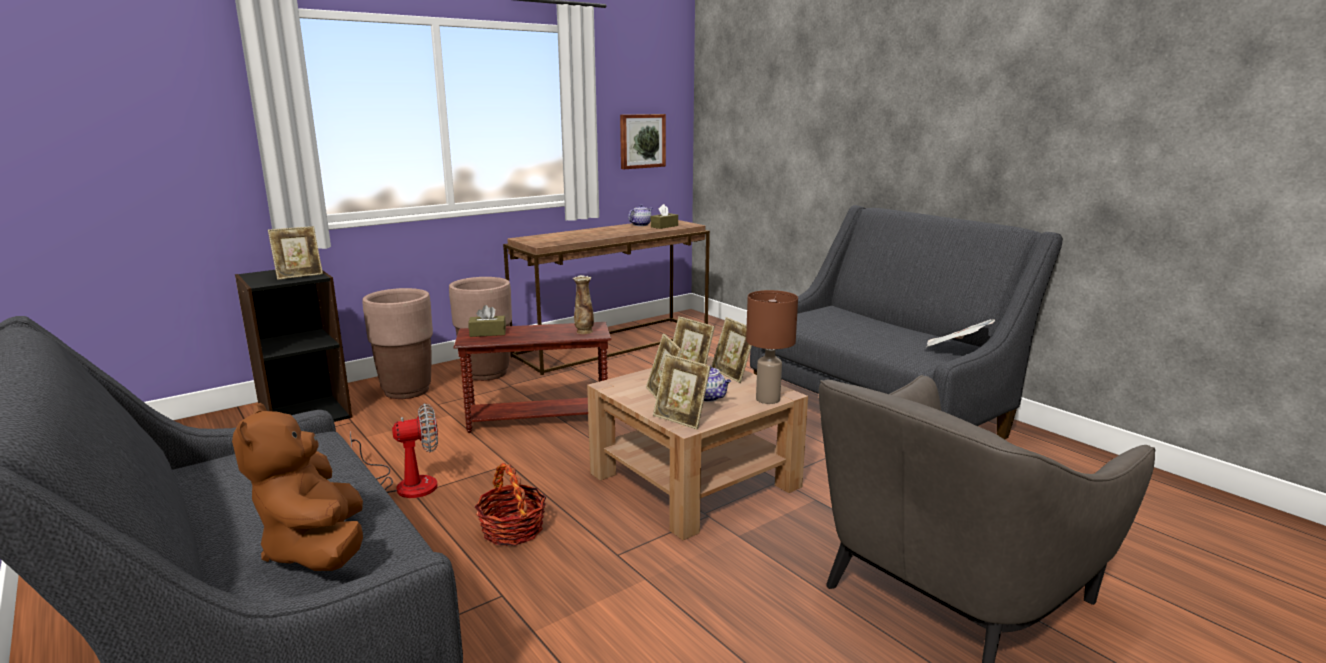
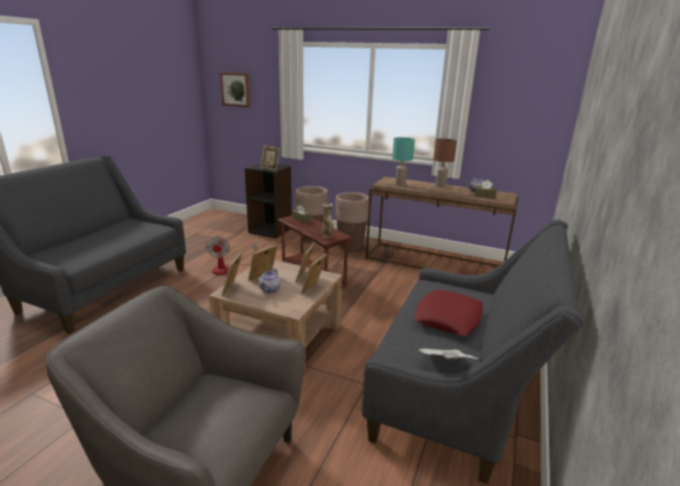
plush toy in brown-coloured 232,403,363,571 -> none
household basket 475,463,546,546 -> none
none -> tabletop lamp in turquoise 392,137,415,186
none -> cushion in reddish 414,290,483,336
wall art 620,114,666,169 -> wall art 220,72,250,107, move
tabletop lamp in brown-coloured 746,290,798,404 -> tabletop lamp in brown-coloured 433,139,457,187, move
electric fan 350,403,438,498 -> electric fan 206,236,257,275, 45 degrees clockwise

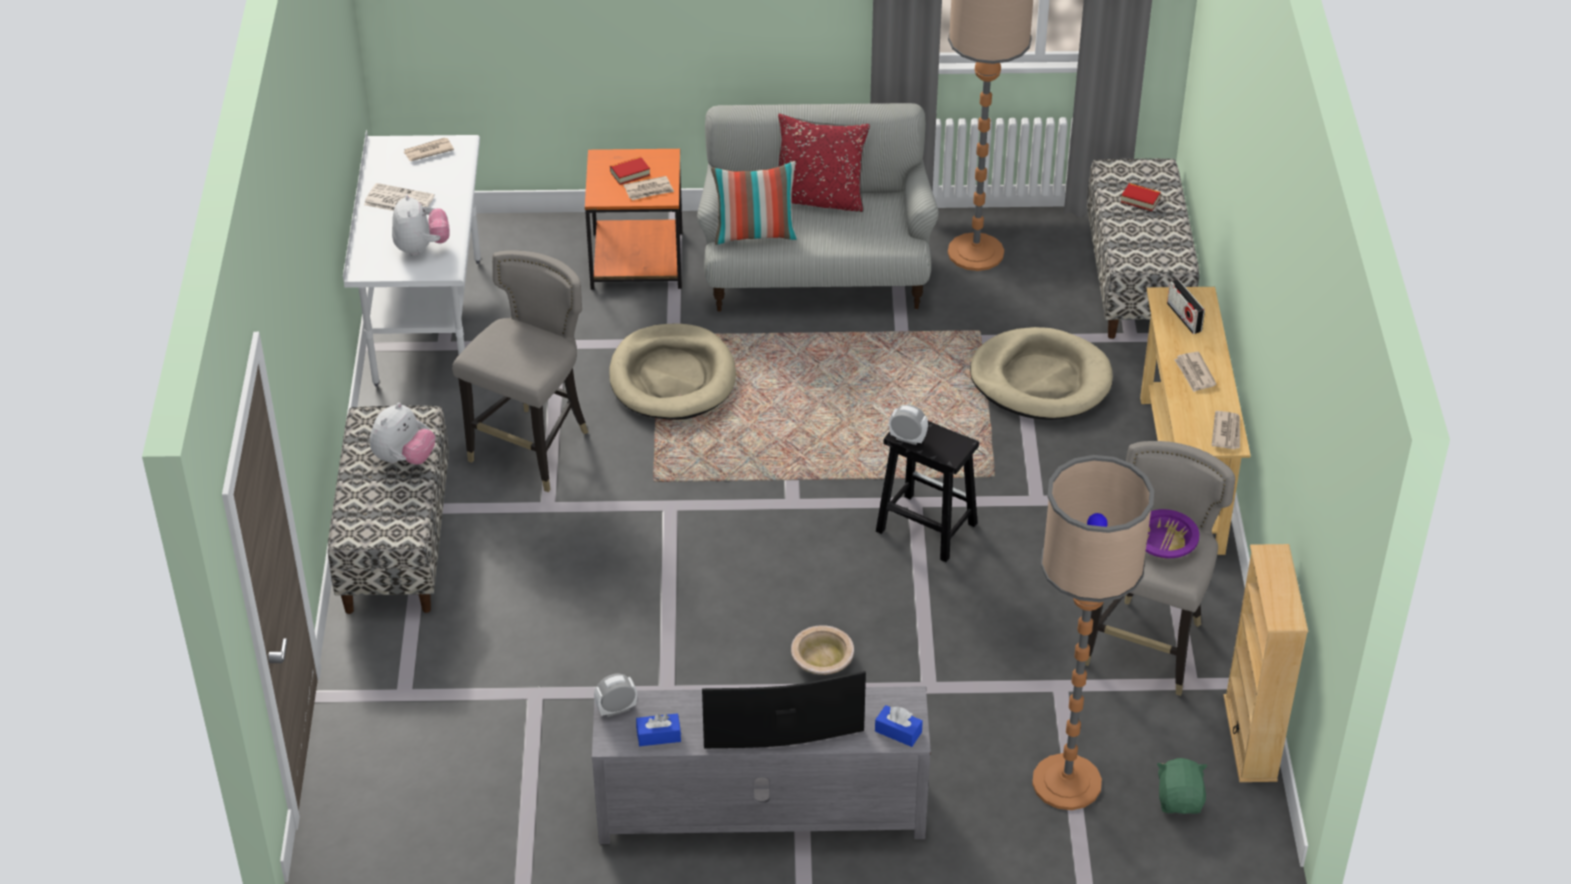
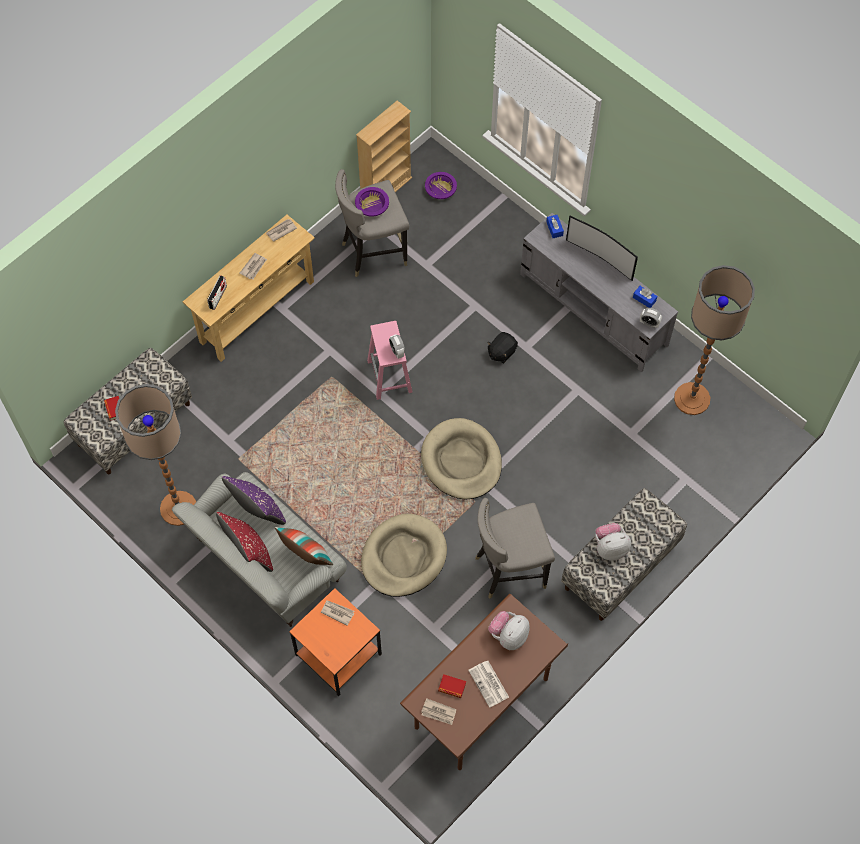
none -> cushion in purplish 222,476,286,525
book 610,157,650,185 -> book 438,674,466,698, move
dog cushion in sand-coloured 970,327,1113,420 -> dog cushion in sand-coloured 421,418,502,499, move
floor lamp 1032,455,1154,810 -> floor lamp 674,265,755,415, move
serving bowl in sand-coloured 791,625,854,675 -> plush toy in blackish 488,332,518,363
plush toy in green-coloured 1157,758,1208,814 -> serving bowl in purplish 425,172,457,199
desk unit in whitish 343,130,481,387 -> desk unit in brown-coloured 400,594,568,770
stool in blackish 876,421,979,562 -> stool in pink-coloured 367,321,413,400

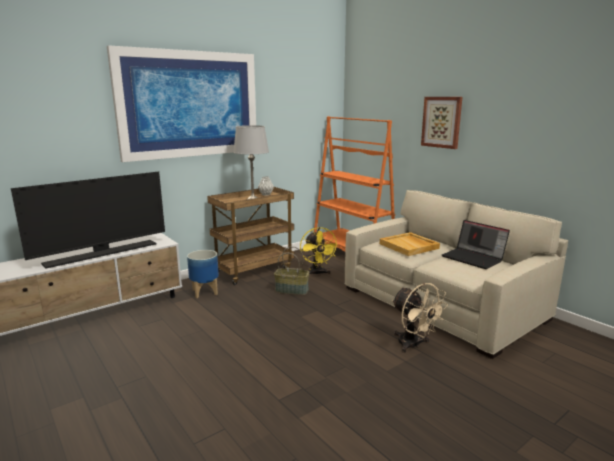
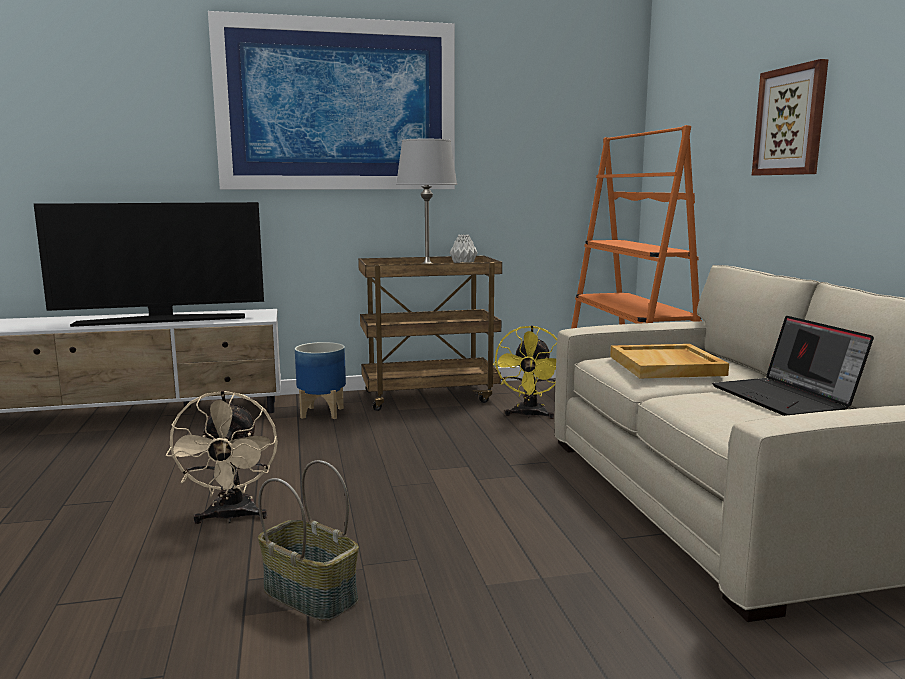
household basket 274,246,309,295 -> household basket 258,460,359,621, move
electric fan in sand-coloured 392,283,448,353 -> electric fan in sand-coloured 166,390,278,524, move

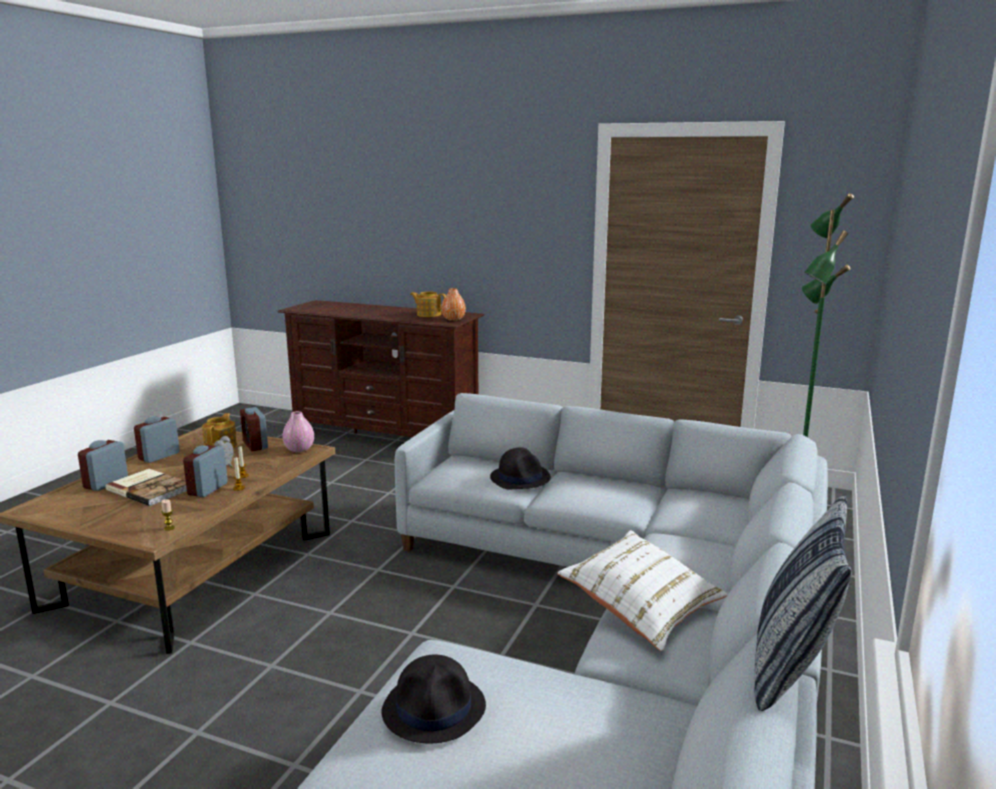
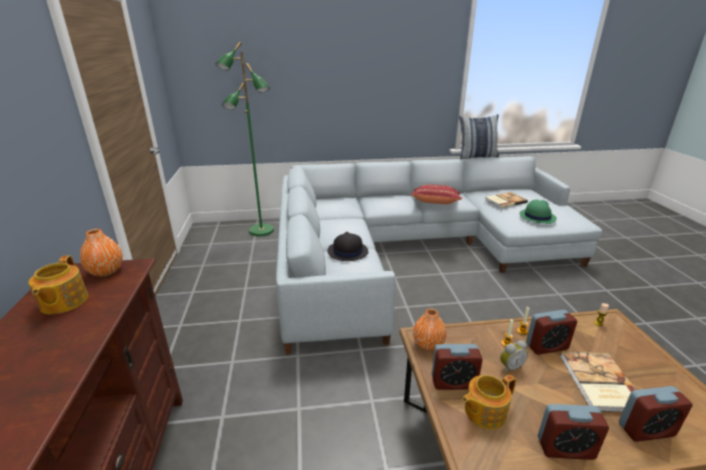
none -> book 485,192,528,208
vase in pink-coloured 282,411,314,452 -> vase in orange-coloured 413,309,447,351
clothing hat in blackish 381,654,486,743 -> clothing hat in green-coloured 519,200,557,224
cushion in whitish 557,530,728,651 -> cushion in reddish 411,184,462,204
alarm clock 240,407,268,451 -> alarm clock 432,344,483,390, 60 degrees clockwise

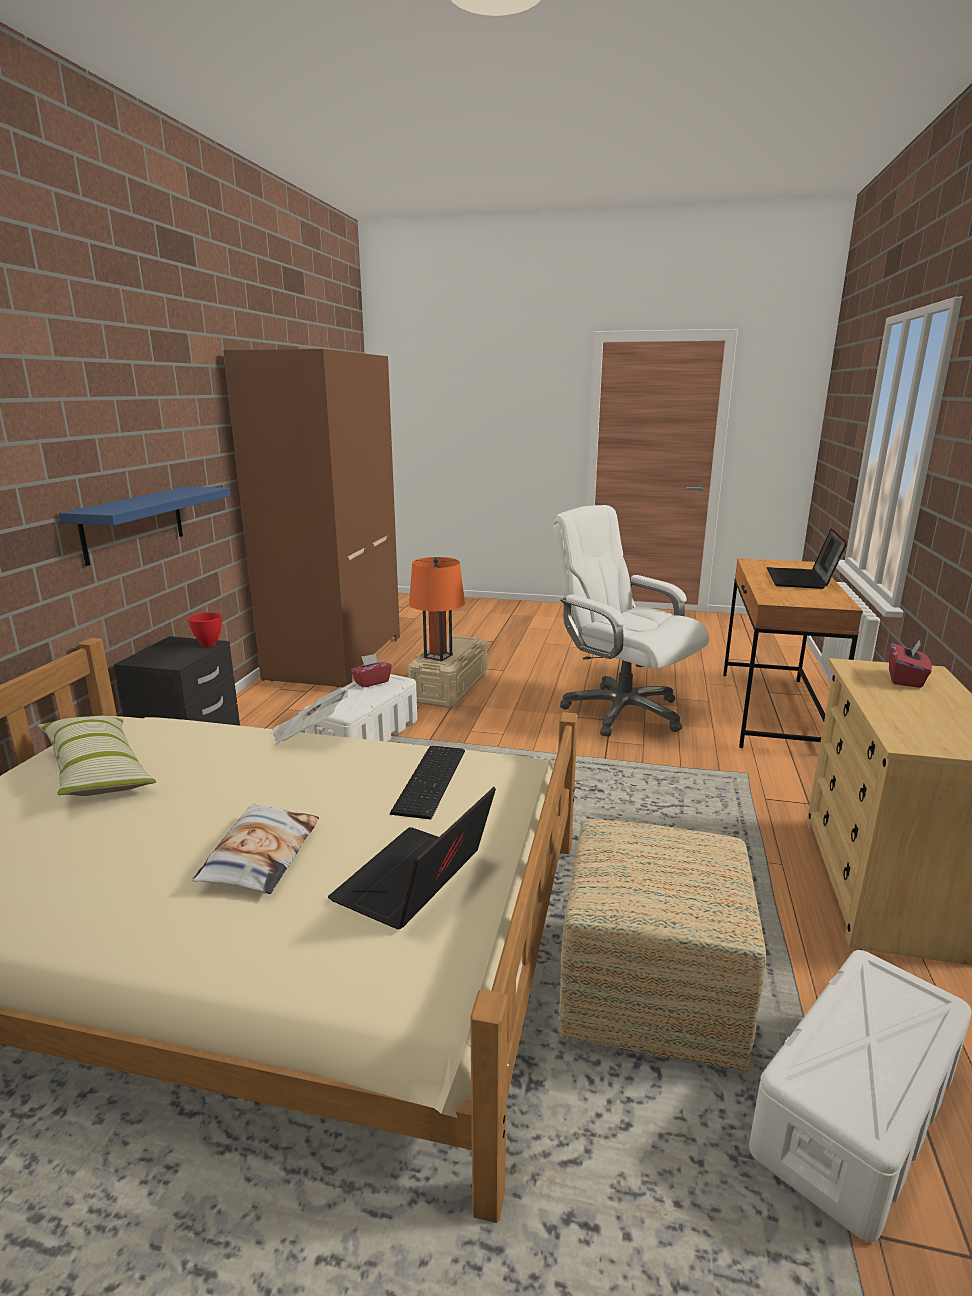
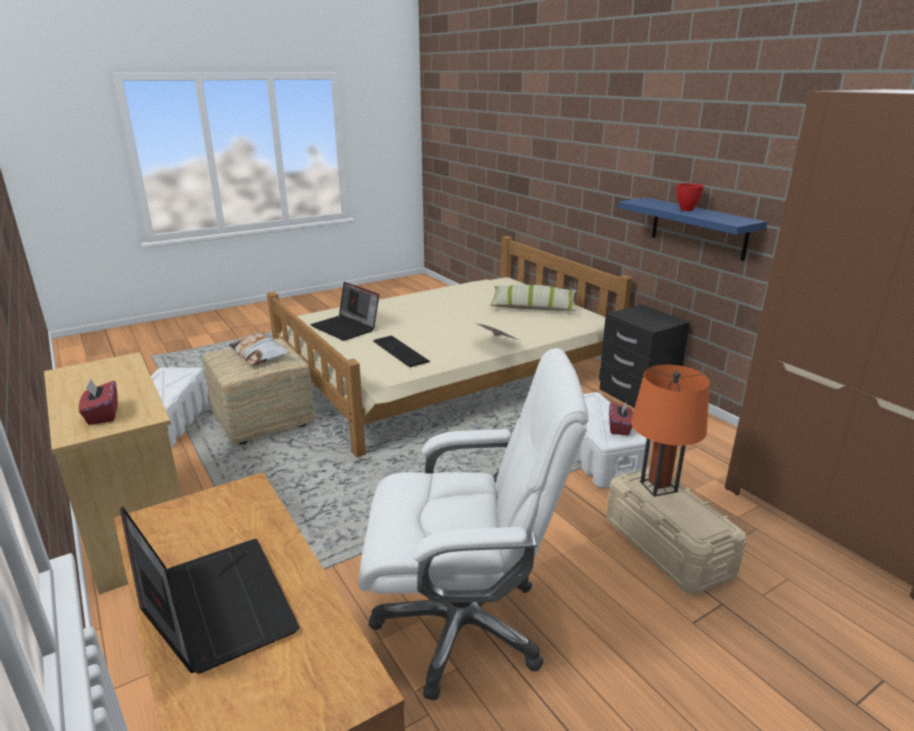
serving bowl in reddish 188,612,222,647 -> serving bowl in reddish 677,183,704,211, move
cushion 192,804,319,894 -> cushion 229,332,289,366, move
portable computer 328,787,496,929 -> portable computer 310,282,379,341, 150 degrees clockwise

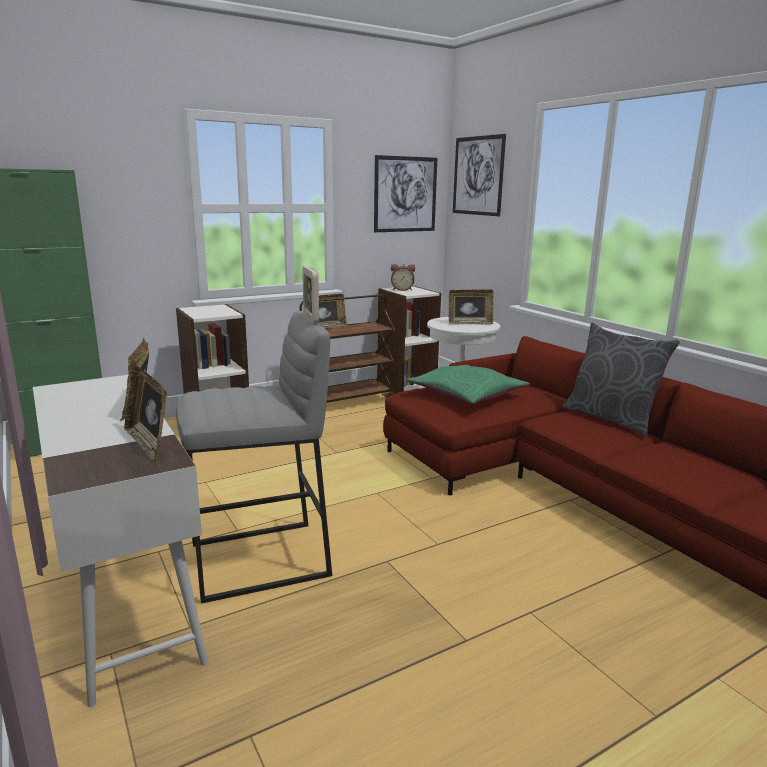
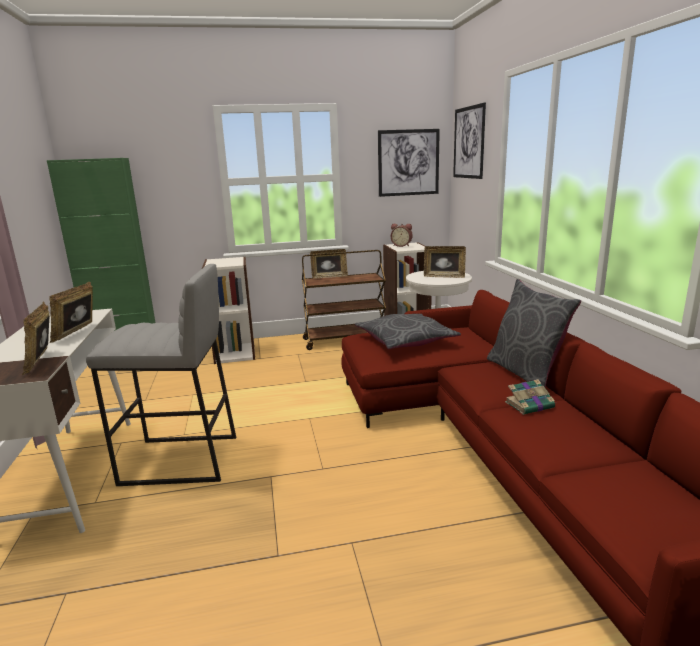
photo frame 302,266,319,324 -> none
none -> book 505,379,557,415
cushion in green-coloured 407,365,530,404 -> cushion in gray 355,314,461,349

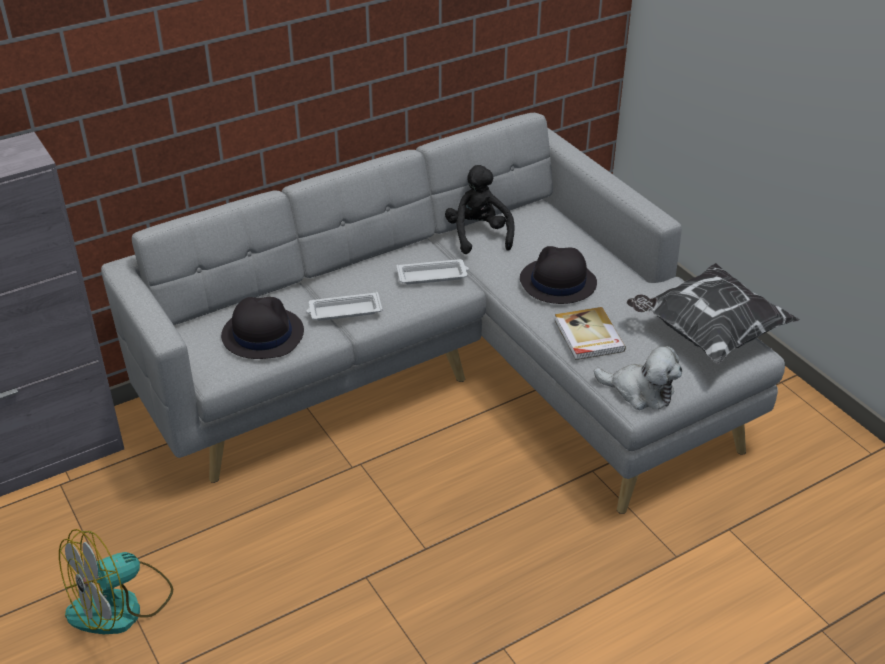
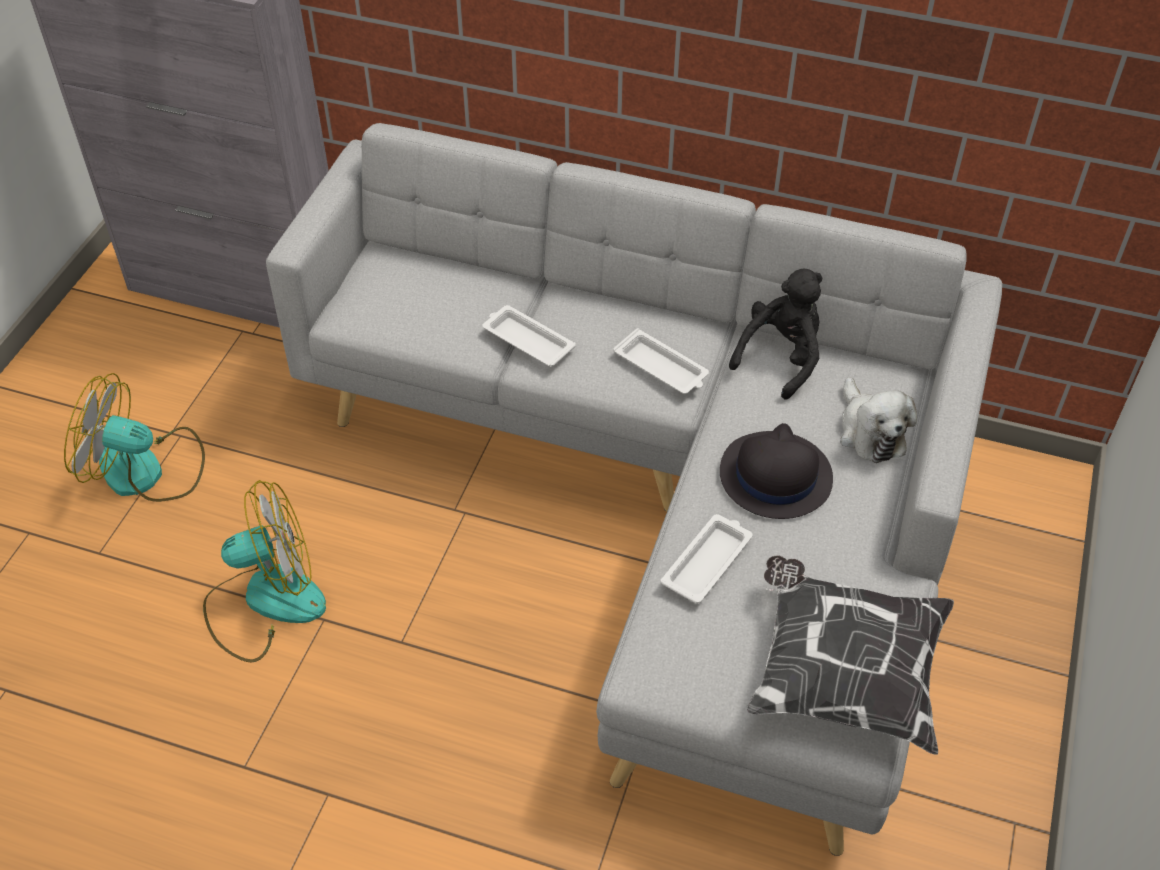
clothing hat in blackish 221,297,304,359 -> none
none -> electric fan 203,480,326,663
plush toy 594,346,682,410 -> plush toy 840,377,917,463, move
book 554,307,626,360 -> serving tray in whitish 661,514,753,604

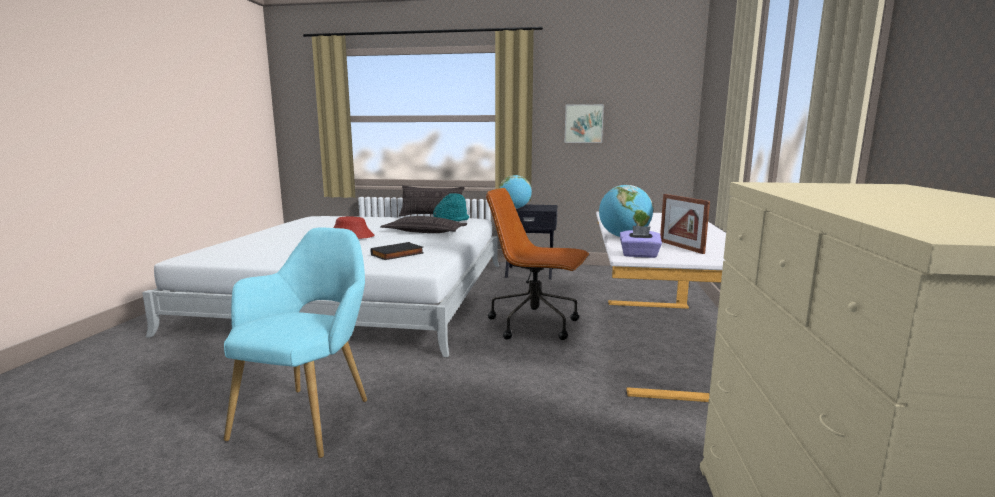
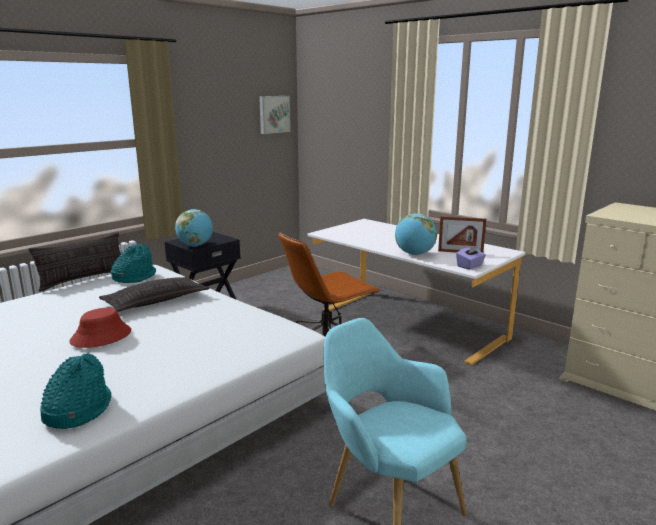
book in blackish 371,242,424,260 -> none
none -> clothing hat in turquoise 40,353,111,429
wall art 564,104,604,143 -> wall art 259,96,290,134, move

